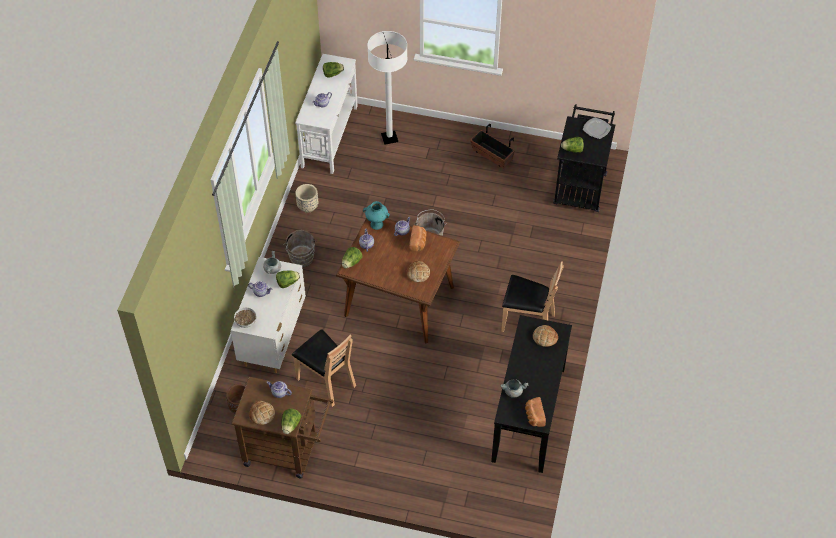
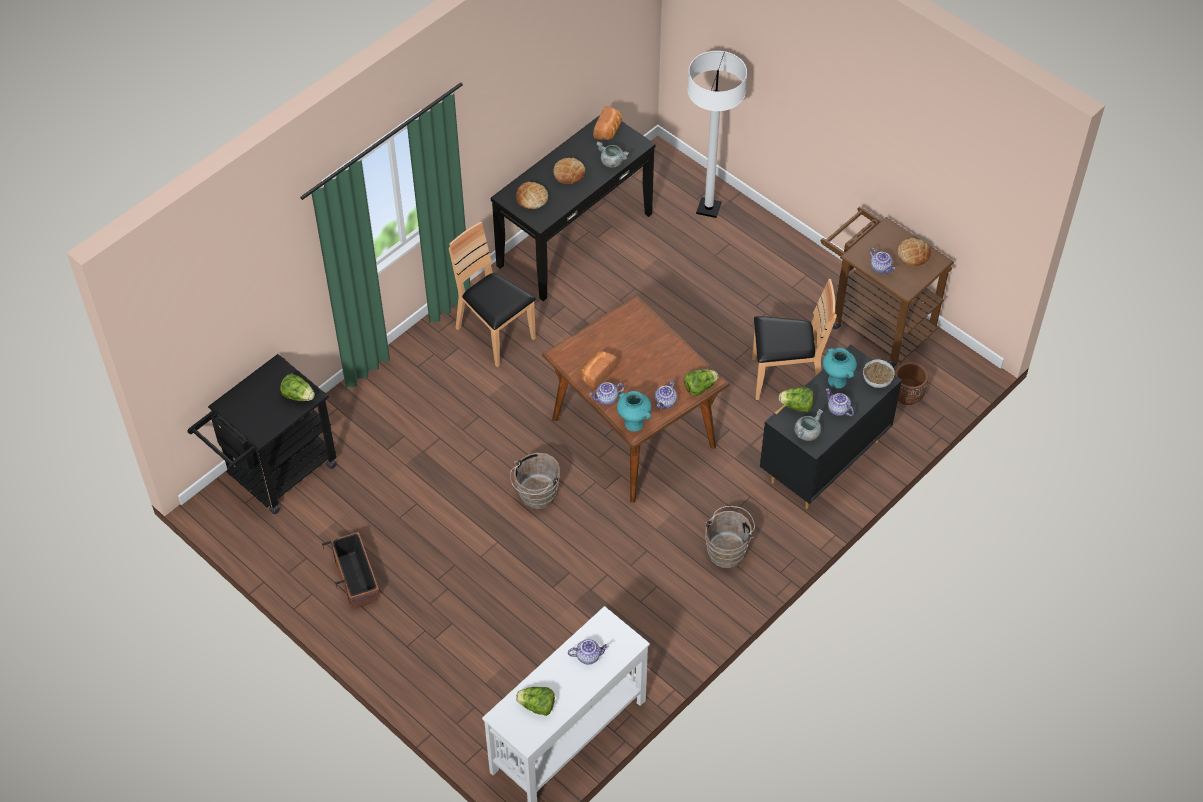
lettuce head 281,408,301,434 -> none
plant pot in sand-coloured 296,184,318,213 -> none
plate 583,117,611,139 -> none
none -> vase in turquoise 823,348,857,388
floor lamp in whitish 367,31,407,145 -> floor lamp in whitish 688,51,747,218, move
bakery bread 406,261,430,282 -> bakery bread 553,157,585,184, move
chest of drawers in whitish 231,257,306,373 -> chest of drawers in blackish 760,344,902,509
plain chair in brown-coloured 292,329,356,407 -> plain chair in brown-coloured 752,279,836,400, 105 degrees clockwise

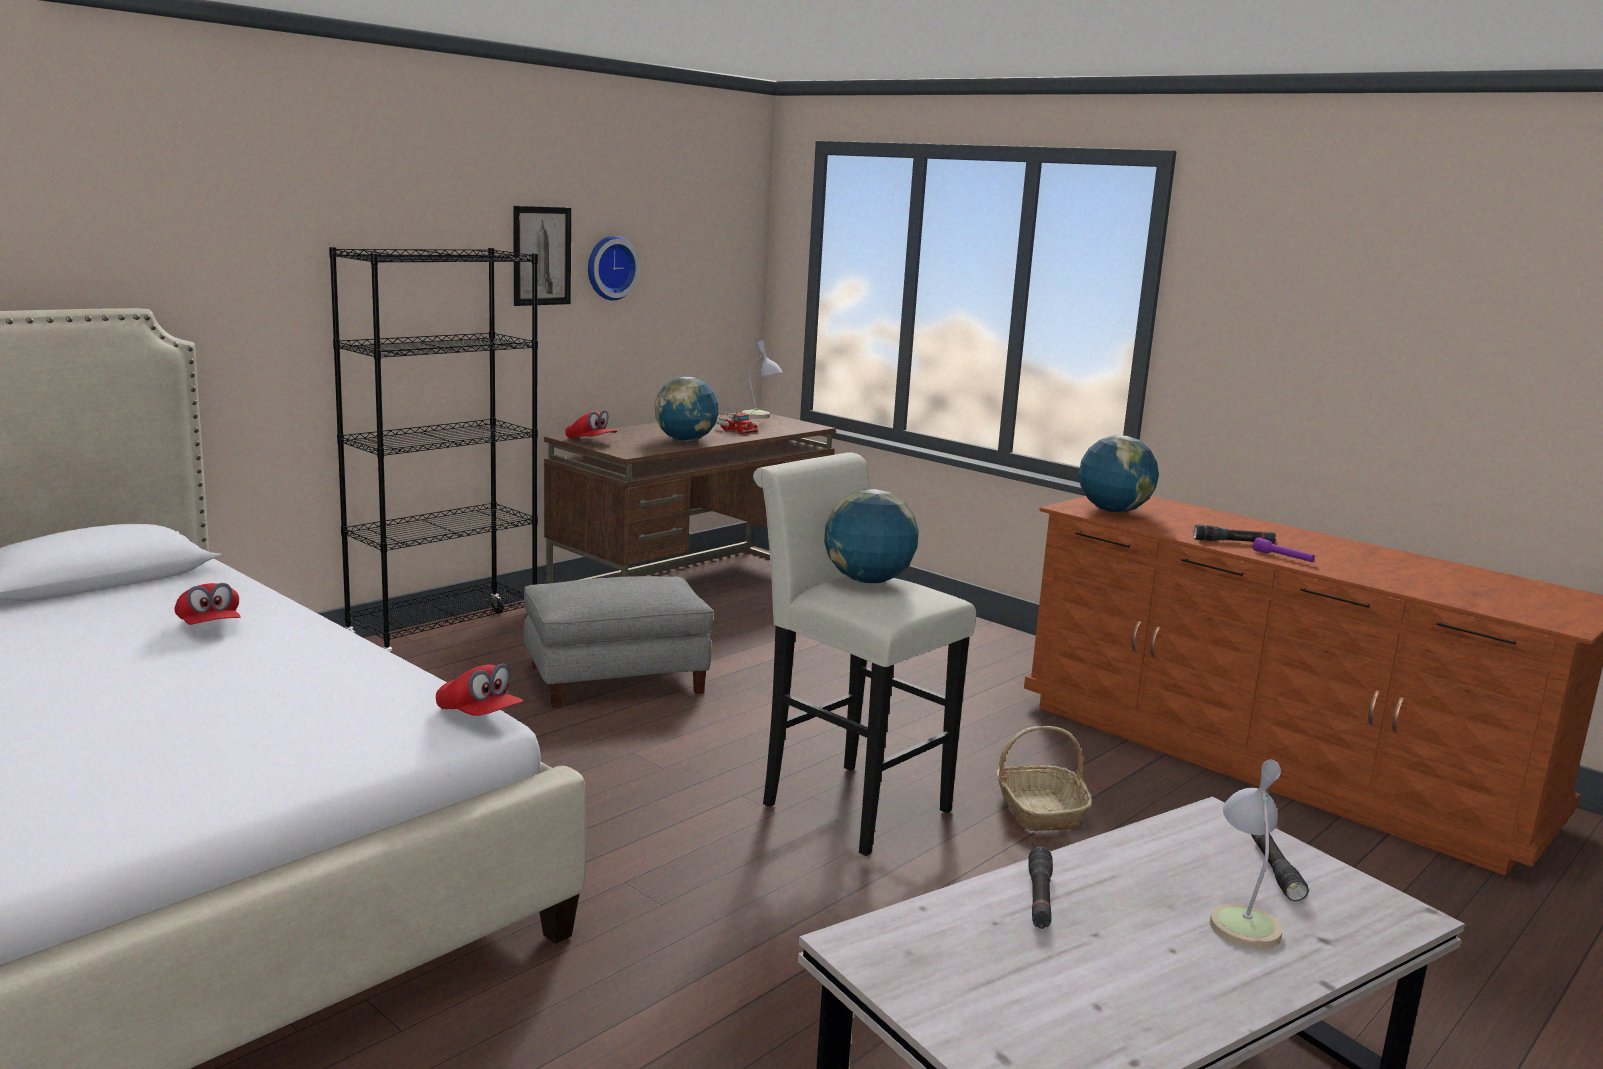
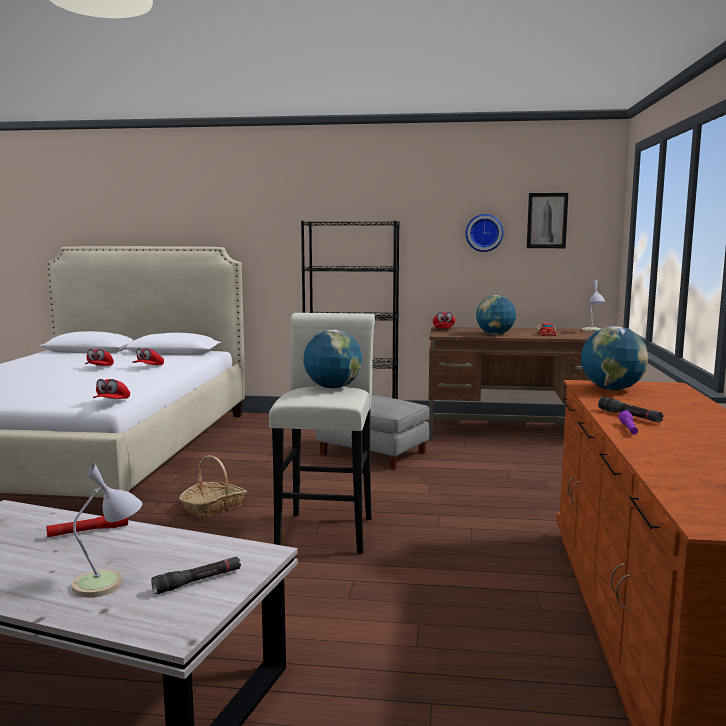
none -> peaked cap in reddish 85,349,114,366
wall art 513,206,571,306 -> wall art 527,193,568,248, move
household basket 996,726,1092,831 -> household basket 179,456,247,518, move
flashlight in blackish 1029,846,1053,929 -> flashlight in reddish 46,516,128,537

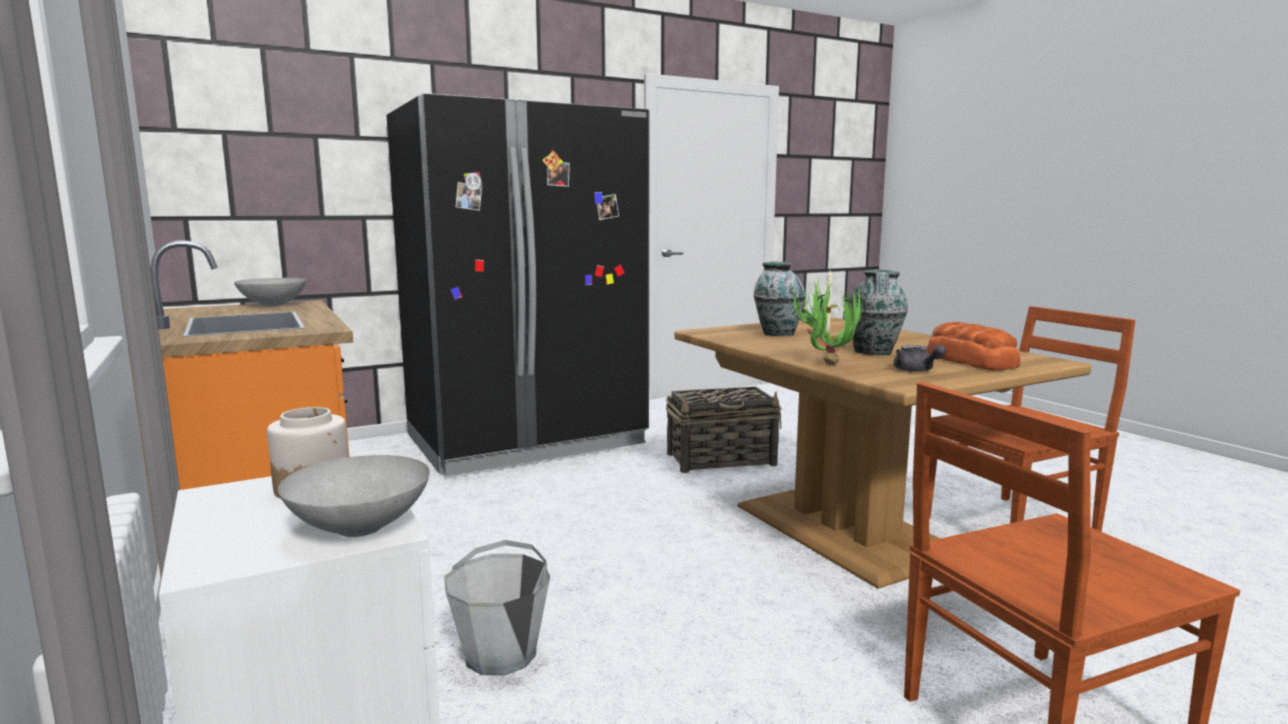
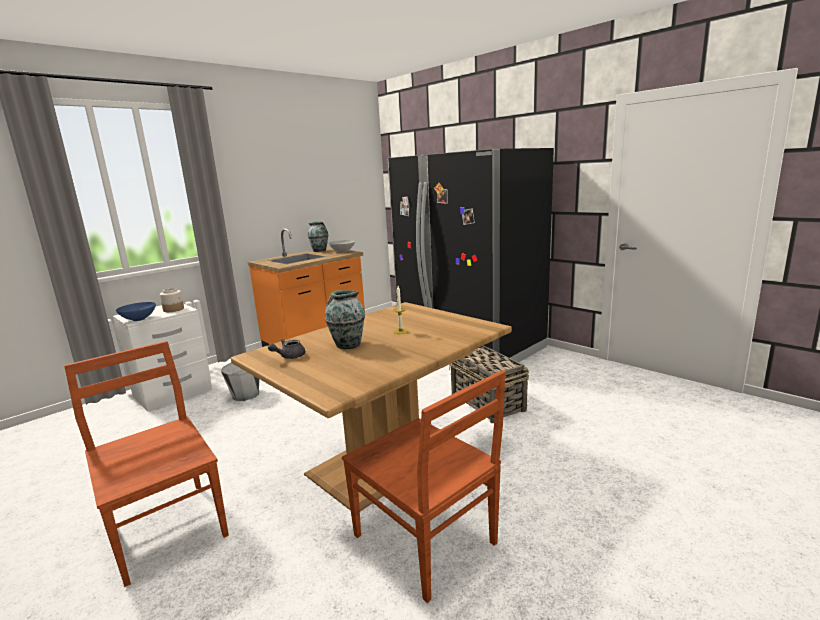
houseplant 790,278,863,365 -> none
bakery bread 927,322,1021,370 -> none
vase 754,262,805,336 -> vase 308,222,328,252, move
serving bowl in gray 278,455,430,537 -> serving bowl in blue-coloured 116,302,156,321

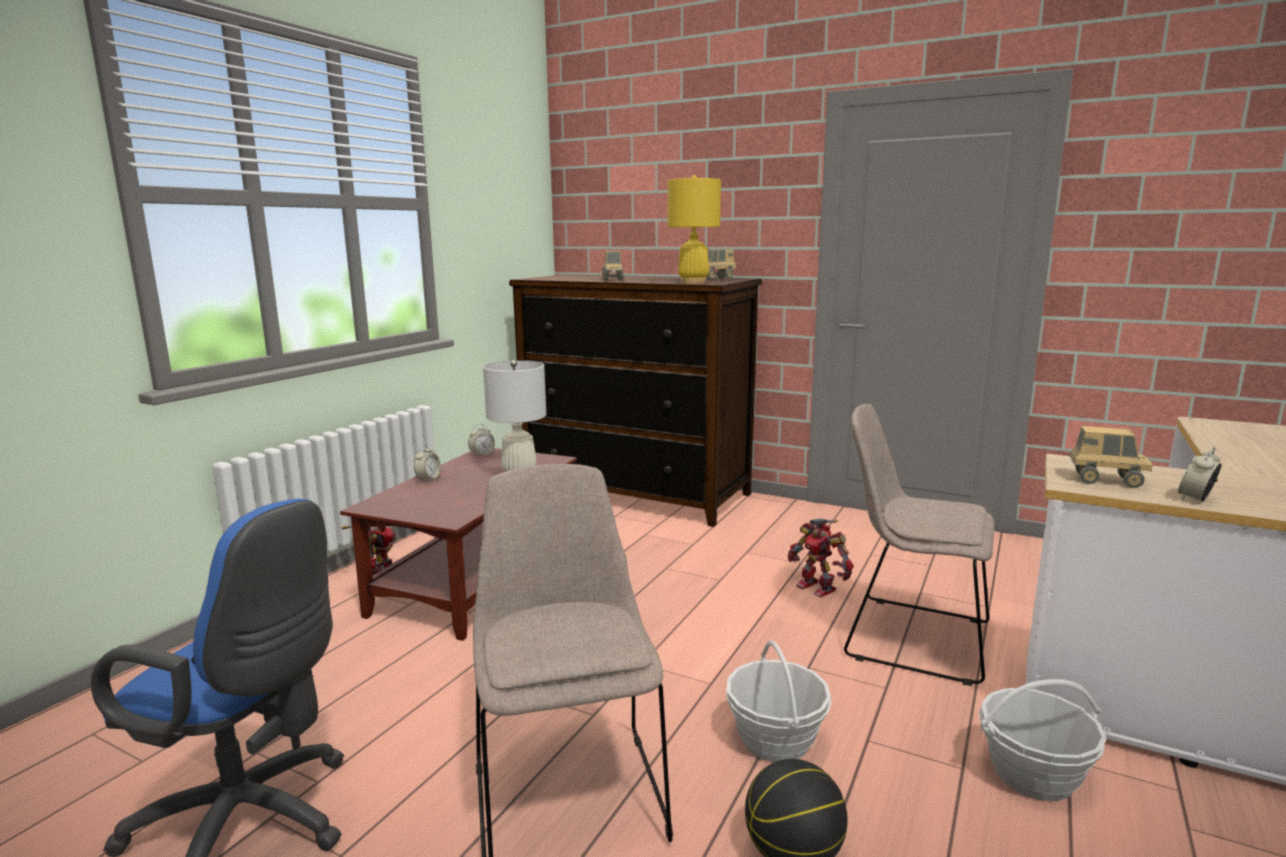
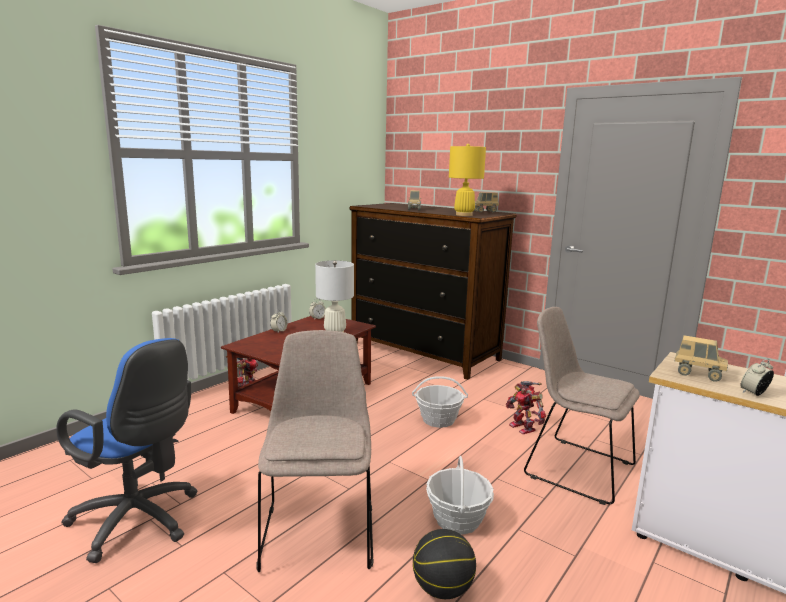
household basket 979,679,1106,801 -> household basket 412,376,468,428, move

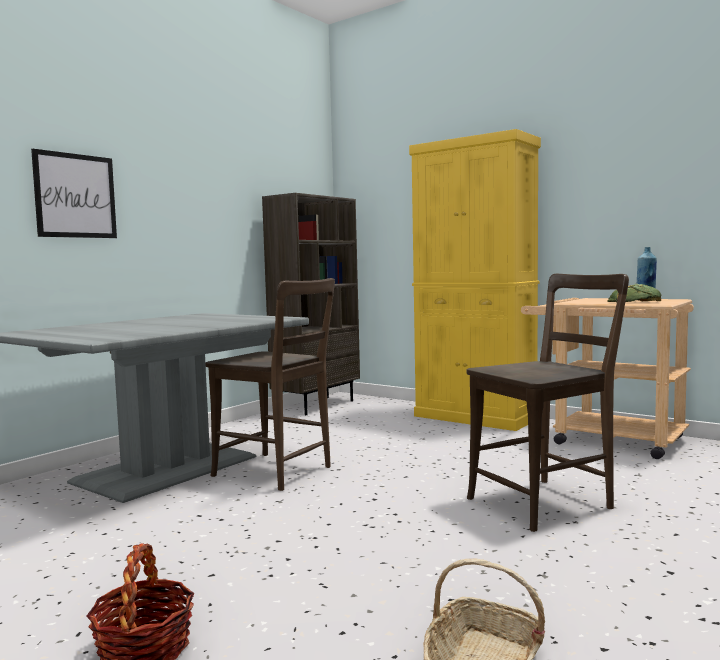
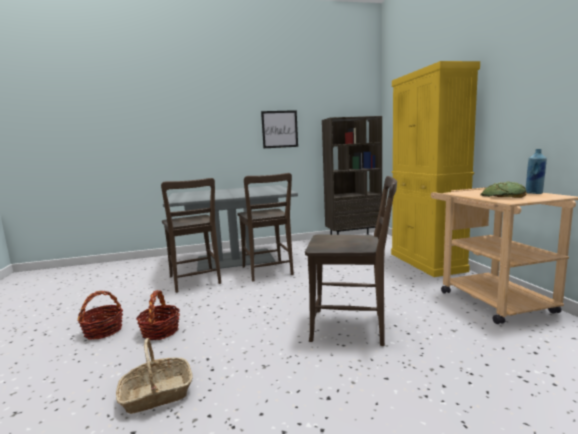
none -> household basket 136,290,180,340
none -> plain chair in brown-coloured 161,178,221,293
wall art 31,149,117,238 -> wall art 261,110,298,148, move

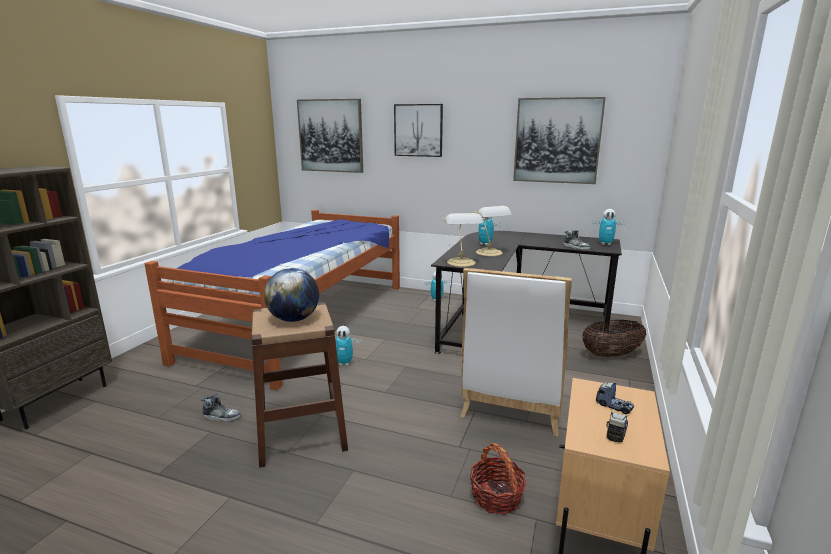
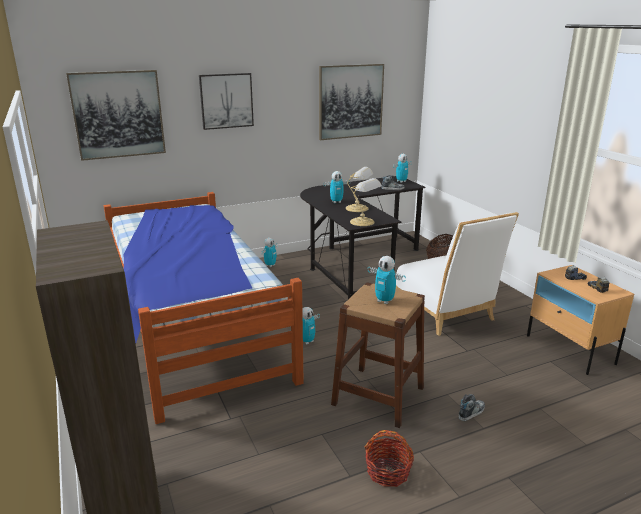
item of footwear 201,394,241,421 -> item of footwear 459,394,485,421, move
household basket 470,443,526,515 -> household basket 365,430,414,487, move
desk globe 264,268,319,322 -> robot figure 368,256,406,304

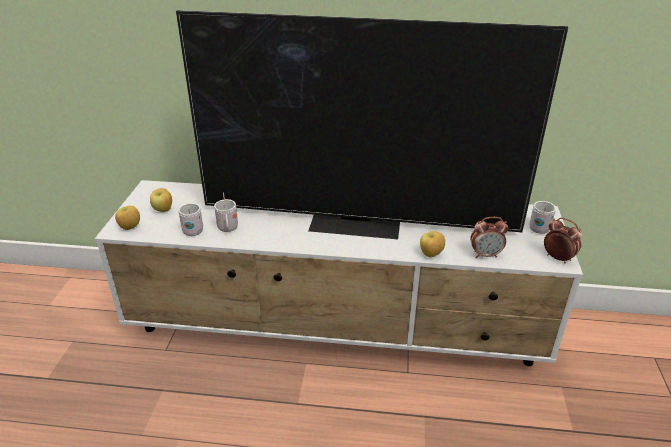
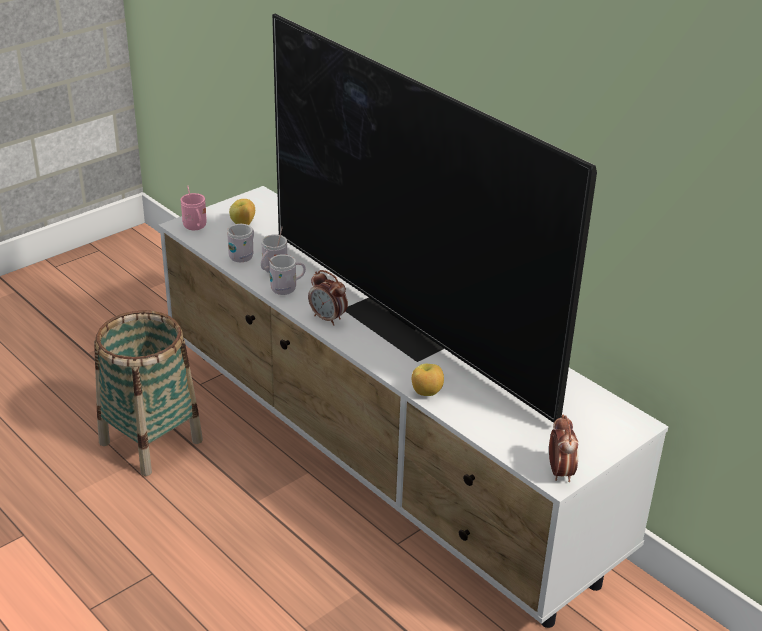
none -> household basket 94,310,203,476
alarm clock 470,217,508,258 -> alarm clock 308,270,348,326, move
coffee mug in whitish 529,201,556,234 -> coffee mug in whitish 267,254,306,295, move
apple fruit 115,205,140,230 -> coffee mug in pink-coloured 181,186,207,230

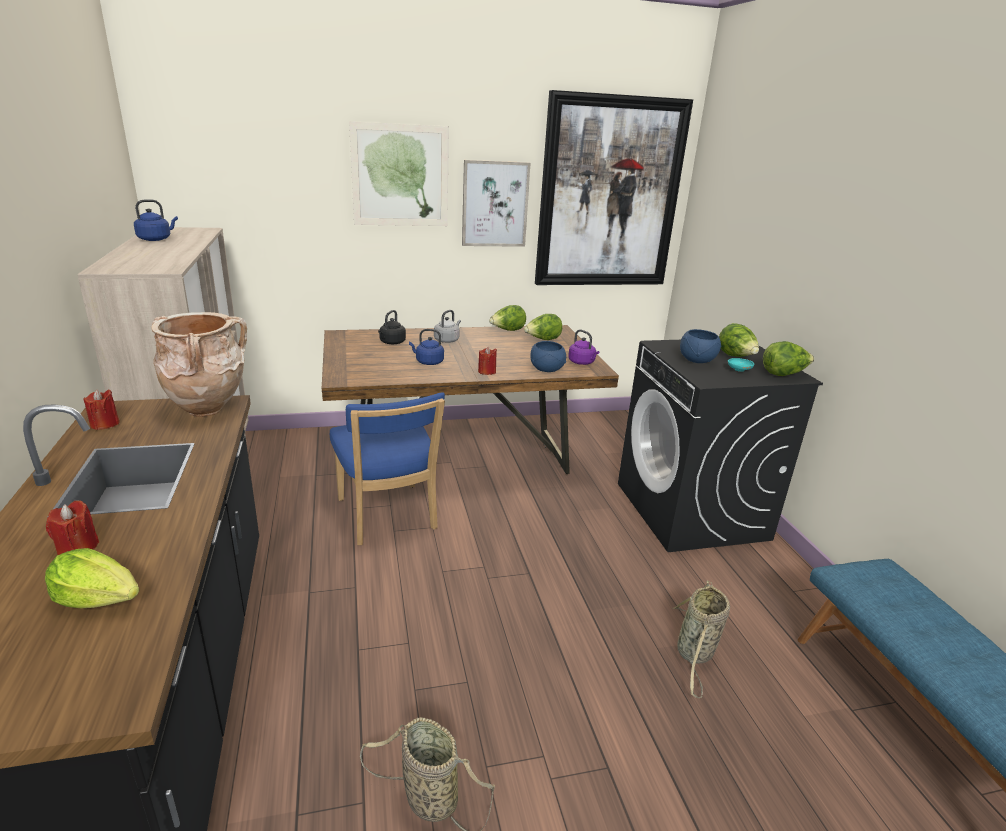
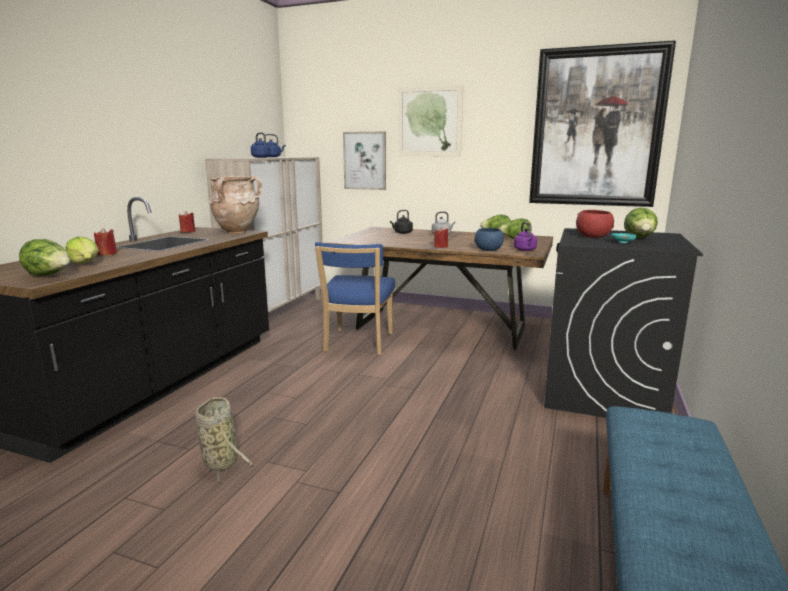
household basket 672,580,730,698 -> none
kettle in blue-coloured 409,329,444,365 -> kettle in blue-coloured 251,132,271,158, move
wall art 462,160,531,247 -> wall art 343,131,386,190, move
lettuce head 763,341,814,376 -> lettuce head 19,239,70,276, move
serving bowl in blue-coloured 680,329,721,363 -> serving bowl in reddish 576,210,614,238

